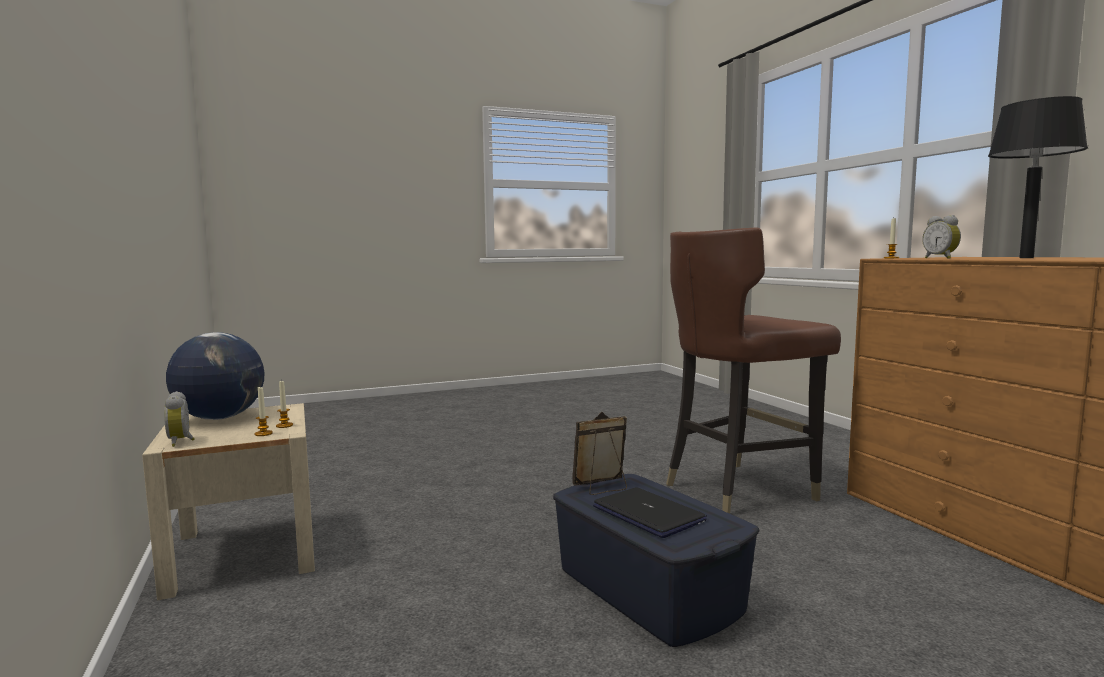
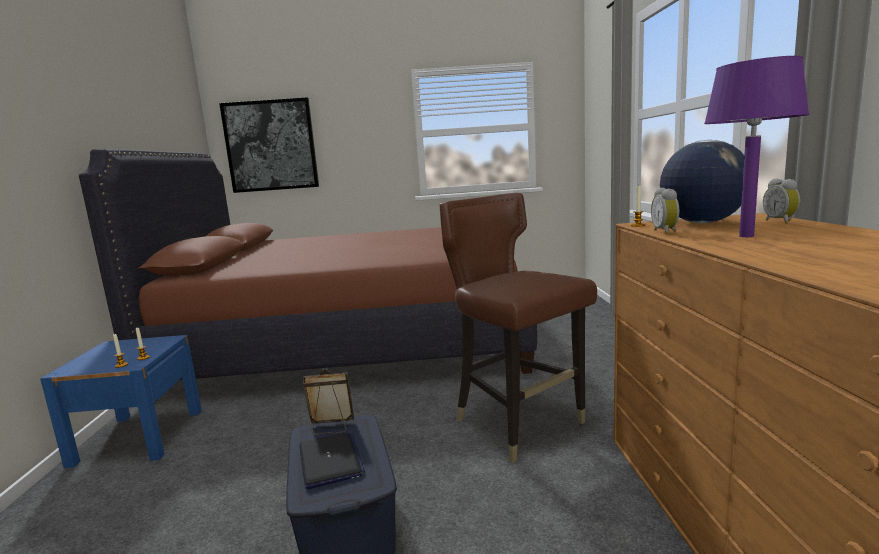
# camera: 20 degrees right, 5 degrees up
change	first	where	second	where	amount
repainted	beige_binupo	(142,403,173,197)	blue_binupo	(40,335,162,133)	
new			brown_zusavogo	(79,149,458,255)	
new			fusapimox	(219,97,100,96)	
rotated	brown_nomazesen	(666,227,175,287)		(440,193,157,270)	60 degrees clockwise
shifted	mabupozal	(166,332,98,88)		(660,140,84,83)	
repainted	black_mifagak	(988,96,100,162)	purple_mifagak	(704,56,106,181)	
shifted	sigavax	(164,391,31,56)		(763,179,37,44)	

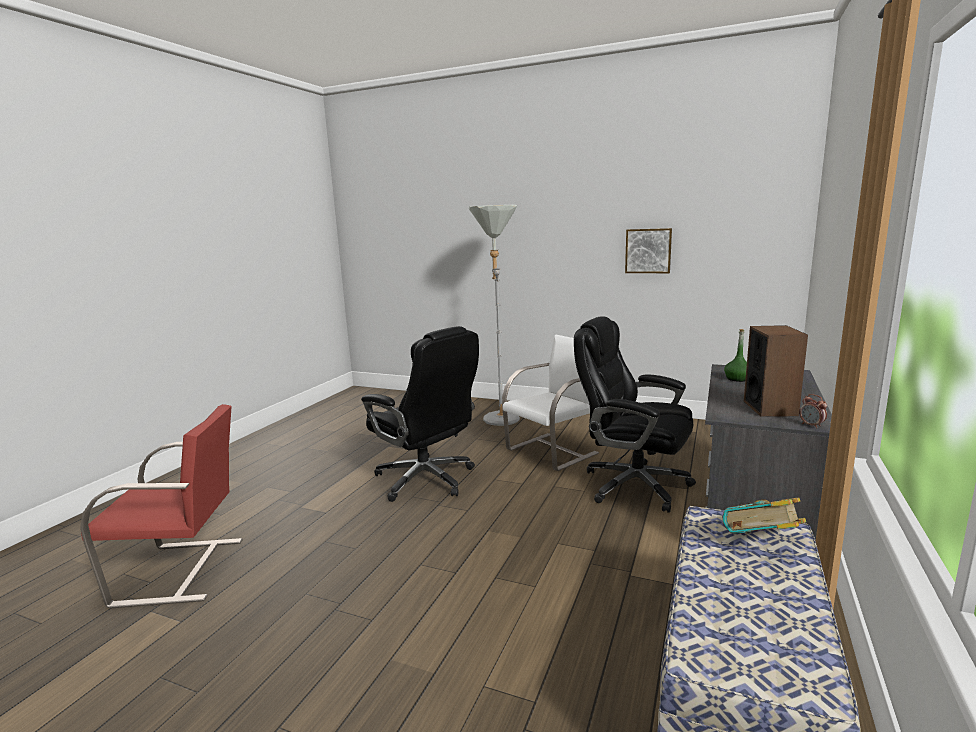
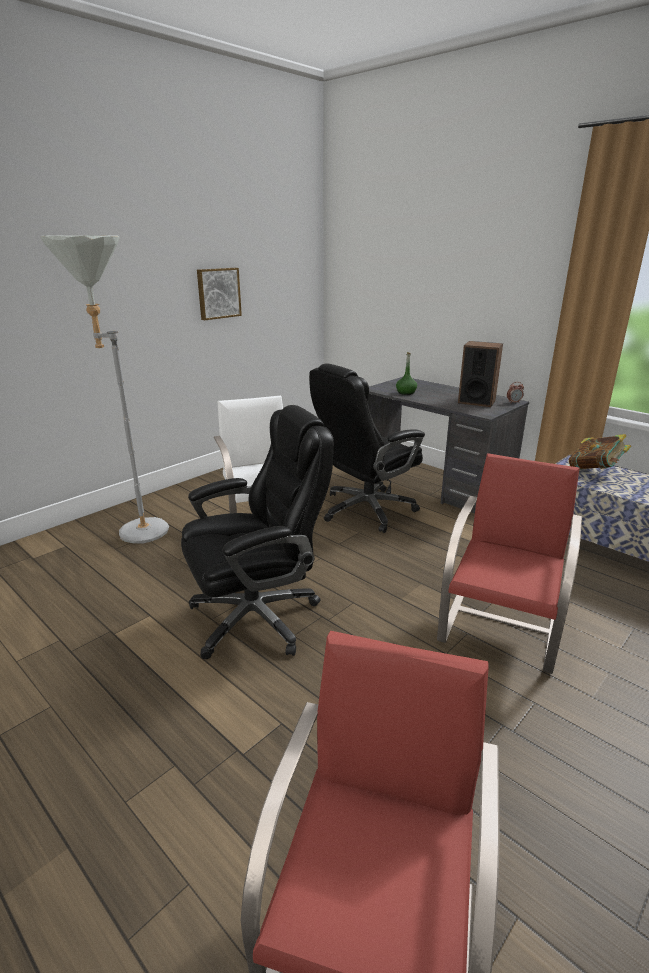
# camera: 70 degrees left, 10 degrees up
change	first	where	second	where	amount
new			red_nomazesen	(437,453,145,221)	

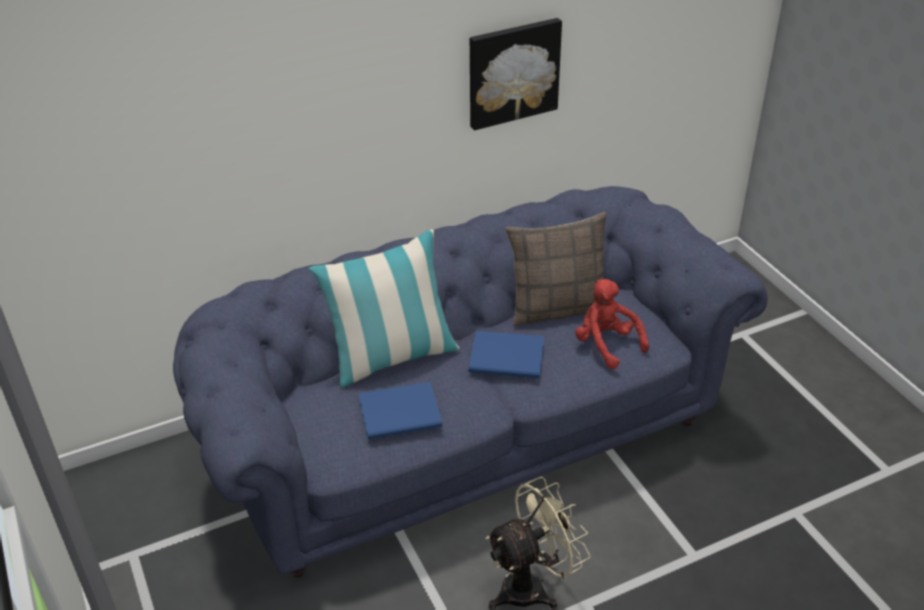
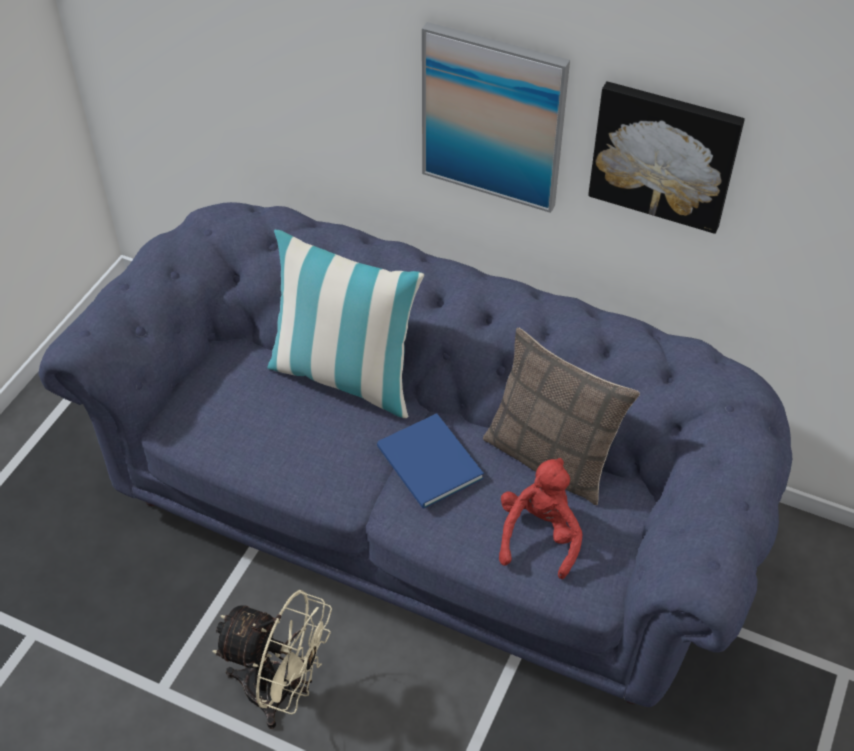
# camera: 50 degrees right, 10 degrees up
change	first	where	second	where	amount
new			fusapimox	(422,22,148,191)	
gone	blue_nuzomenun	(359,382,83,57)			

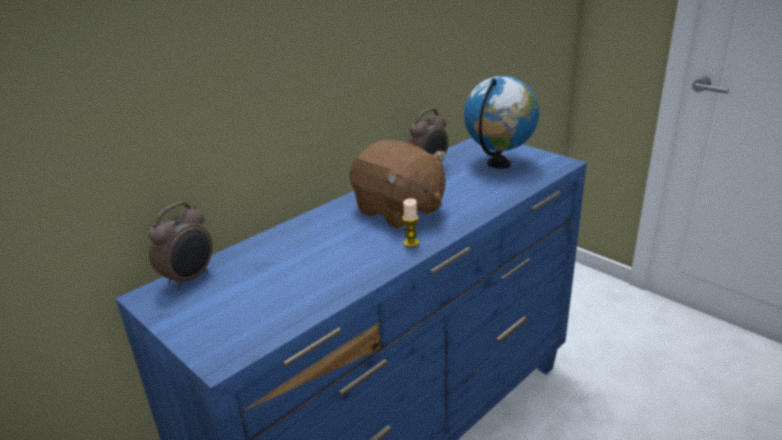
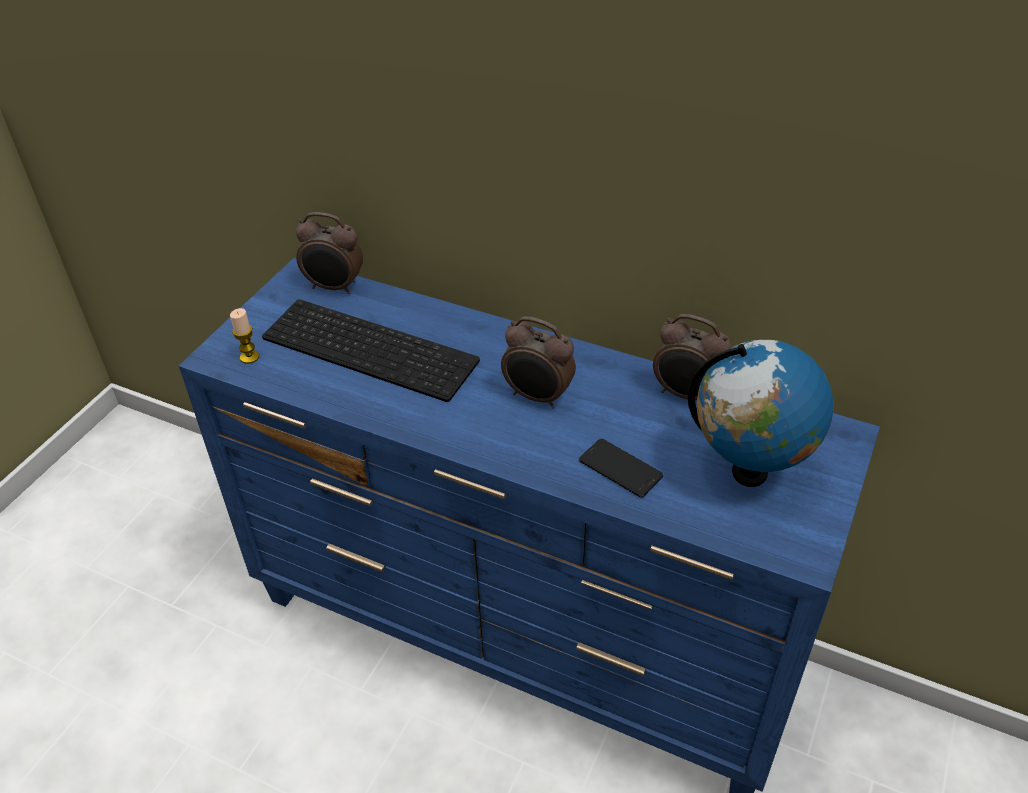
# camera: 70 degrees right, 15 degrees up
change	first	where	second	where	amount
shifted	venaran	(402,198,17,50)		(230,308,29,56)	
new			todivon	(262,299,218,103)	
swapped	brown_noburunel	(349,140,97,89)	sigavax	(501,316,75,93)	
new			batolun	(579,439,84,59)	

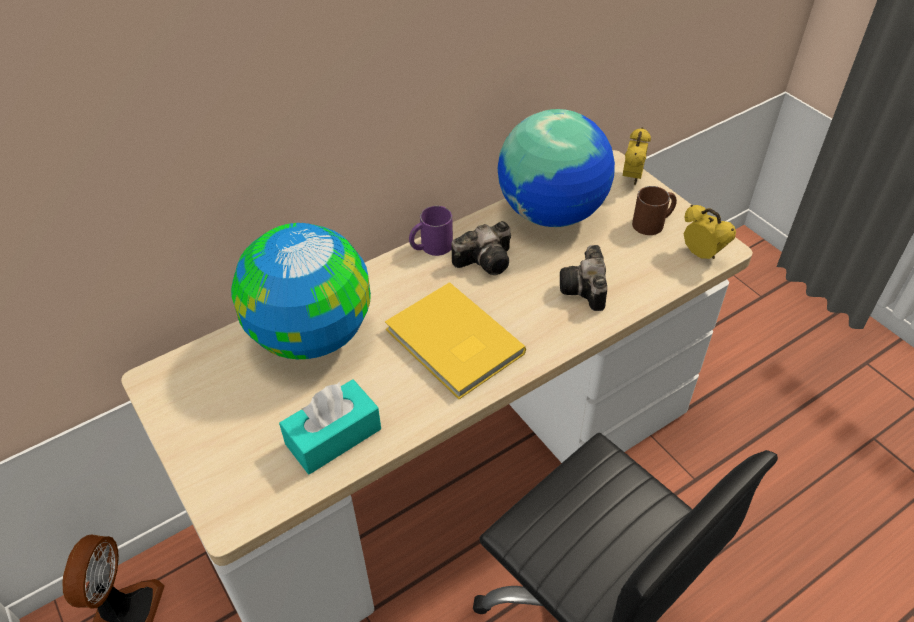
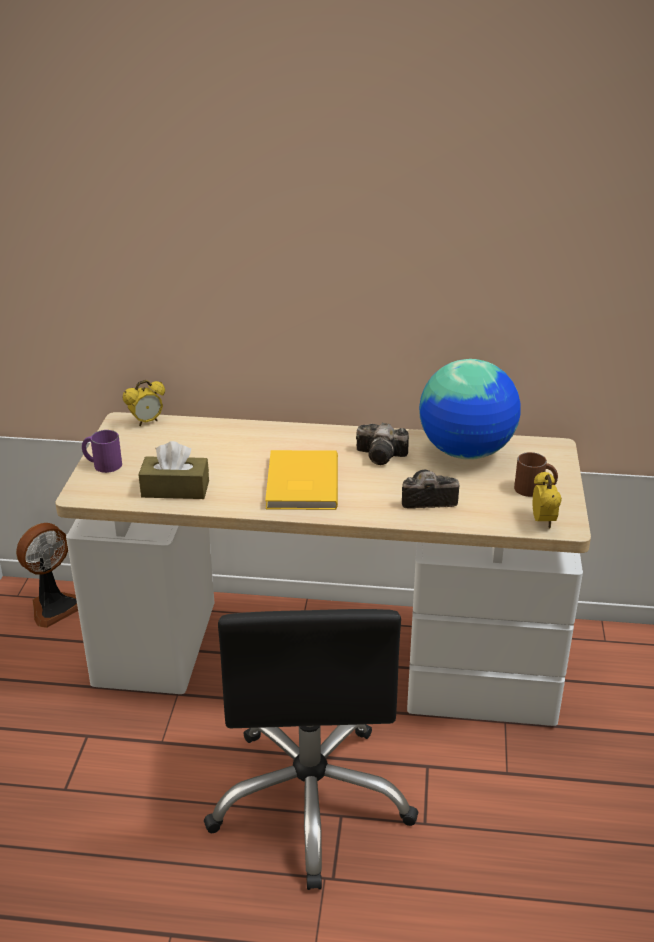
# camera: 40 degrees right, 15 degrees down
change	first	where	second	where	amount
shifted	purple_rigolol	(409,206,44,50)		(82,430,40,43)	
shifted	sigavax	(623,127,28,58)		(123,380,42,46)	
repainted	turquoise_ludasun	(279,379,102,95)	brown_ludasun	(138,441,71,58)	
rotated	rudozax	(560,245,47,66)		(402,470,57,39)	45 degrees clockwise
gone	mabupozal	(231,223,140,136)			

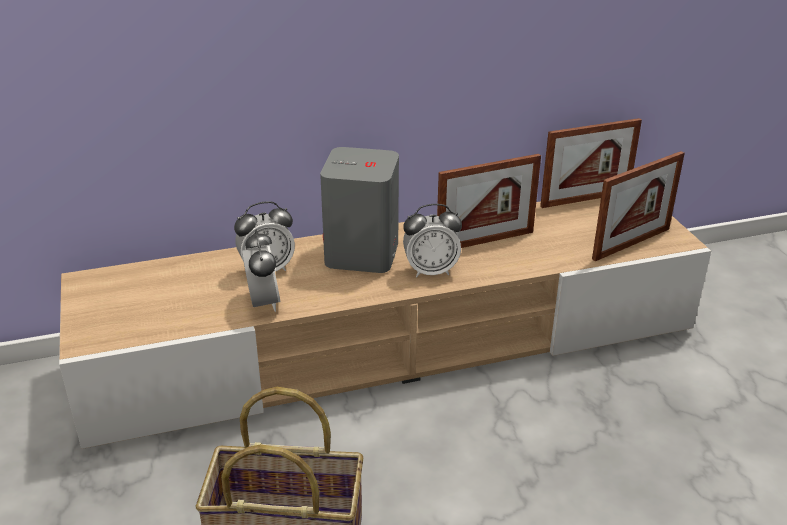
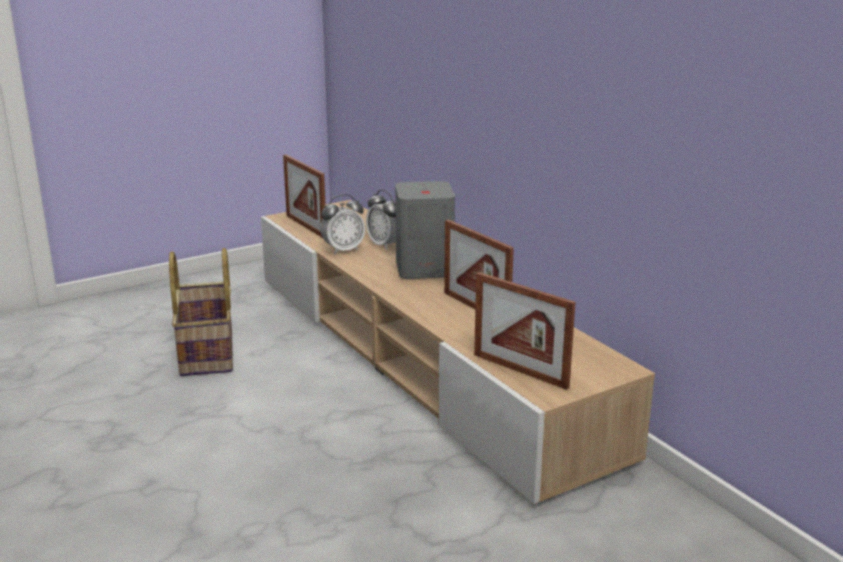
# camera: 75 degrees right, 10 degrees down
change	first	where	second	where	amount
shifted	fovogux	(540,118,102,90)		(283,154,43,84)	
gone	sigavax	(403,204,59,73)			

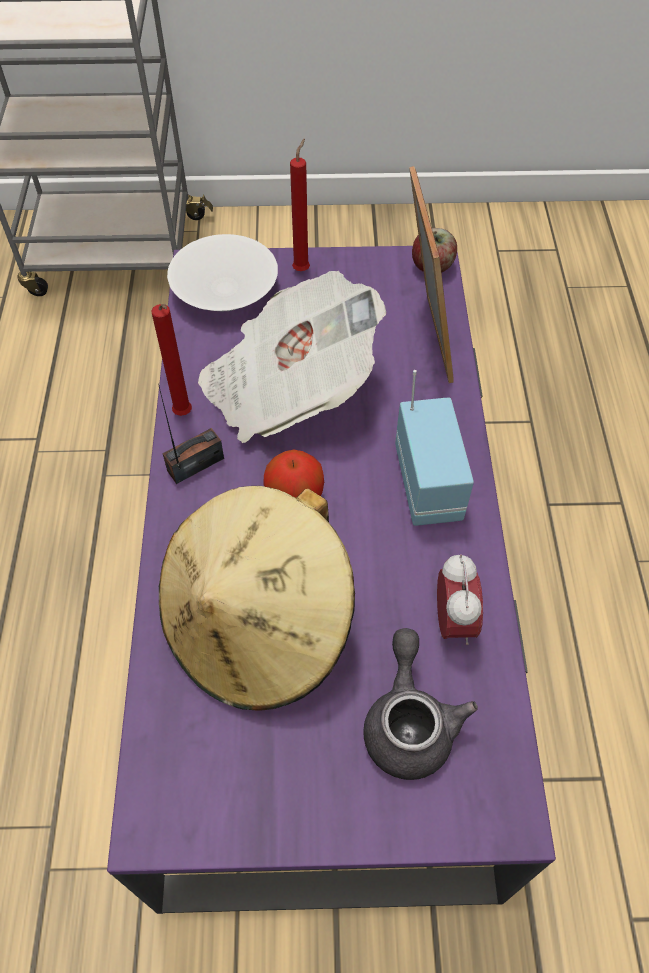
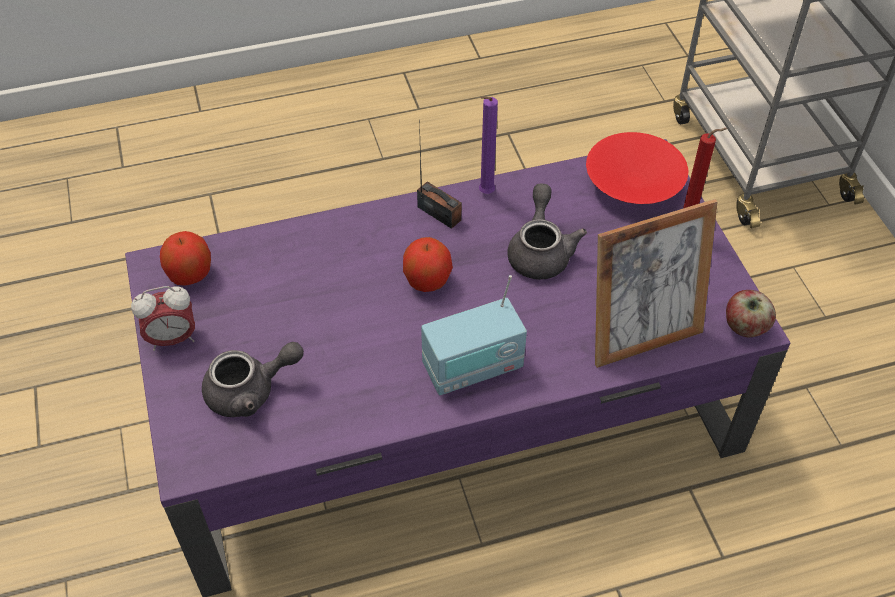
# camera: 75 degrees right, 5 degrees down
change	first	where	second	where	amount
shifted	sigavax	(437,554,46,91)		(131,286,64,65)	
new			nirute	(160,231,51,55)	
repainted	red_venaran	(151,304,41,112)	purple_venaran	(479,96,19,98)	
swapped	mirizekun	(198,271,188,172)	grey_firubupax	(507,184,80,96)	
repainted	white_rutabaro	(167,234,111,77)	red_rutabaro	(586,132,102,72)	
gone	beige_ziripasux	(159,486,196,225)			

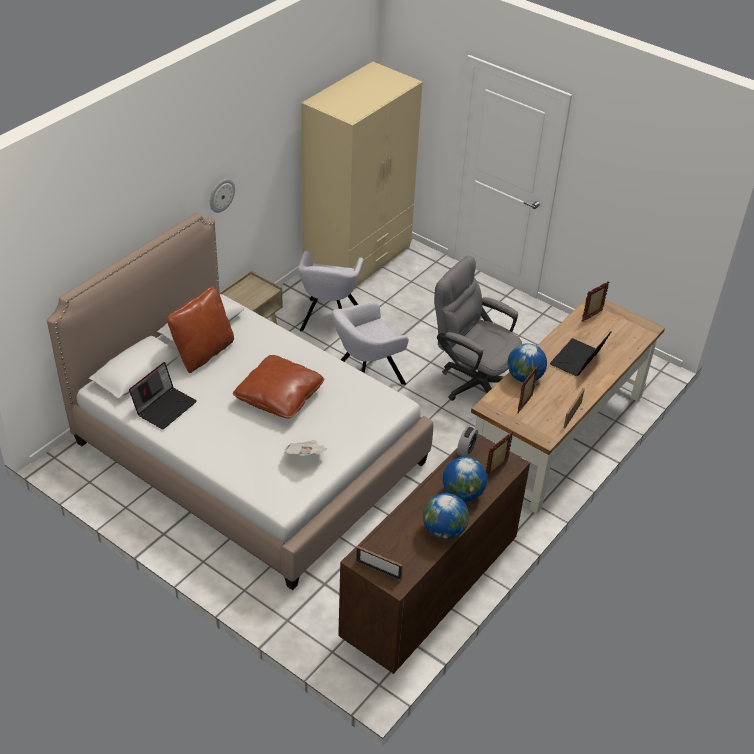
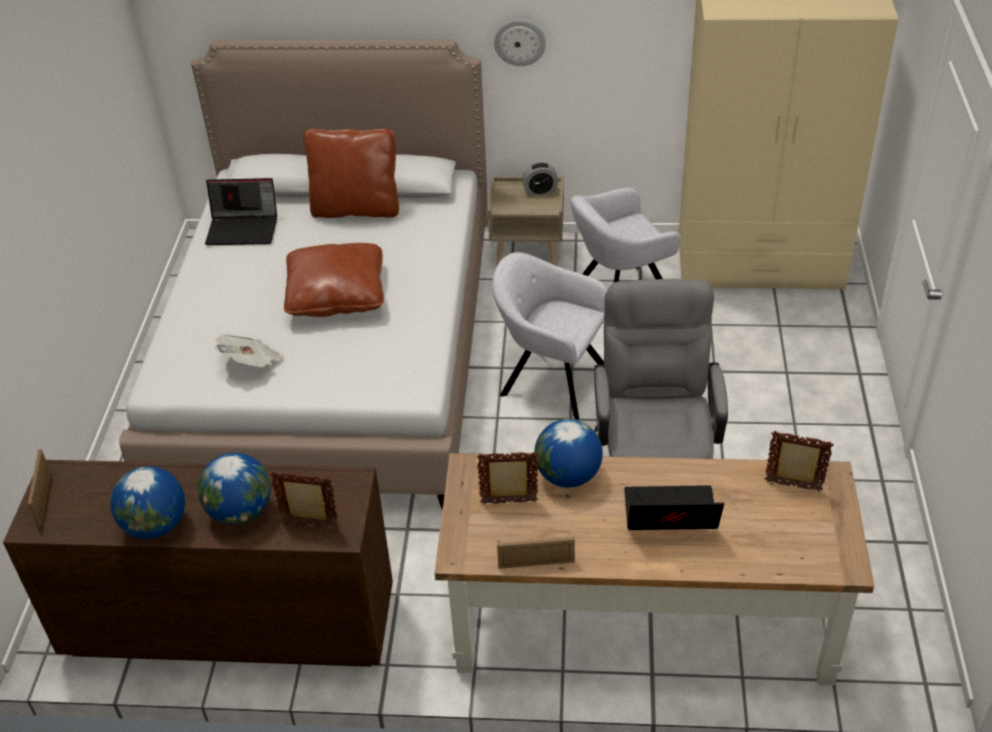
# camera: 60 degrees right, 0 degrees up
change	first	where	second	where	amount
shifted	sigavax	(457,426,21,31)		(522,162,36,34)	

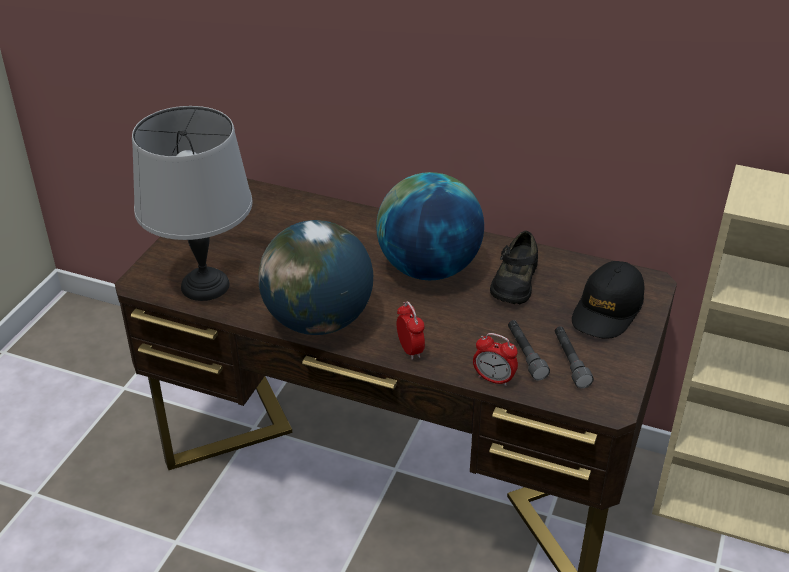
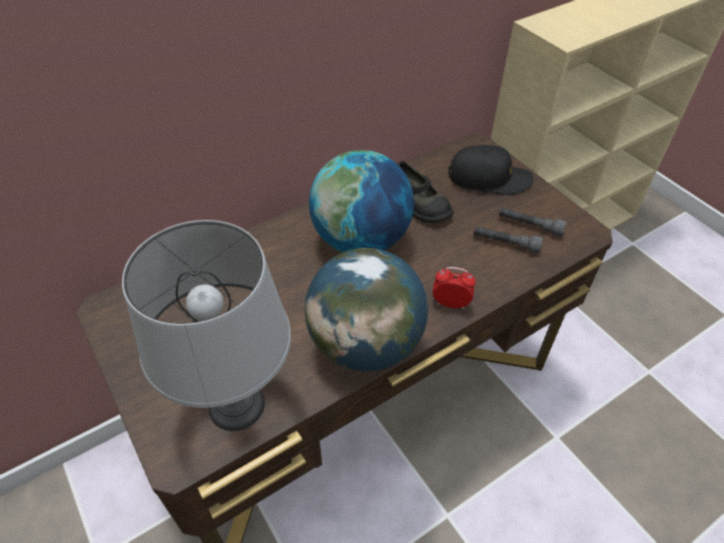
# camera: 55 degrees left, 10 degrees up
change	first	where	second	where	amount
rotated	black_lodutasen	(572,261,72,78)		(449,145,84,50)	60 degrees counterclockwise
gone	sigavax	(473,333,45,53)			

